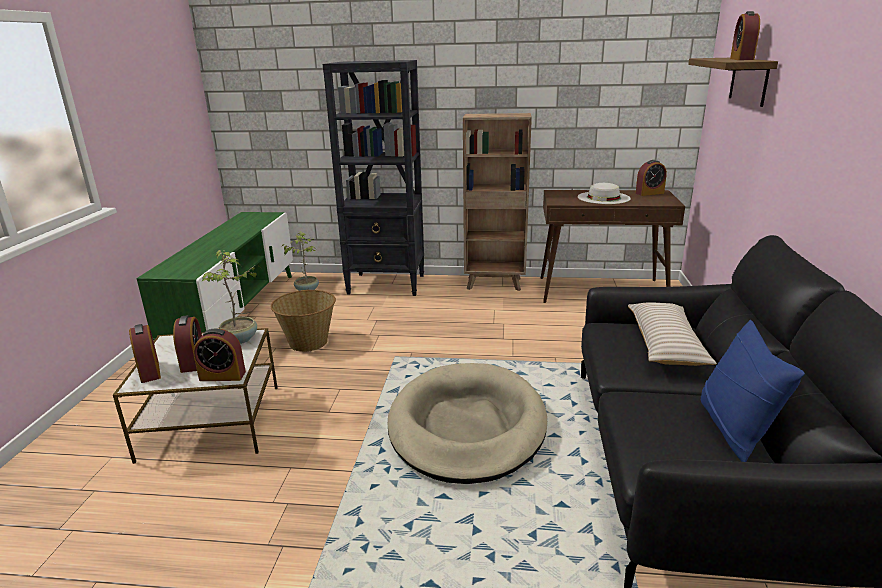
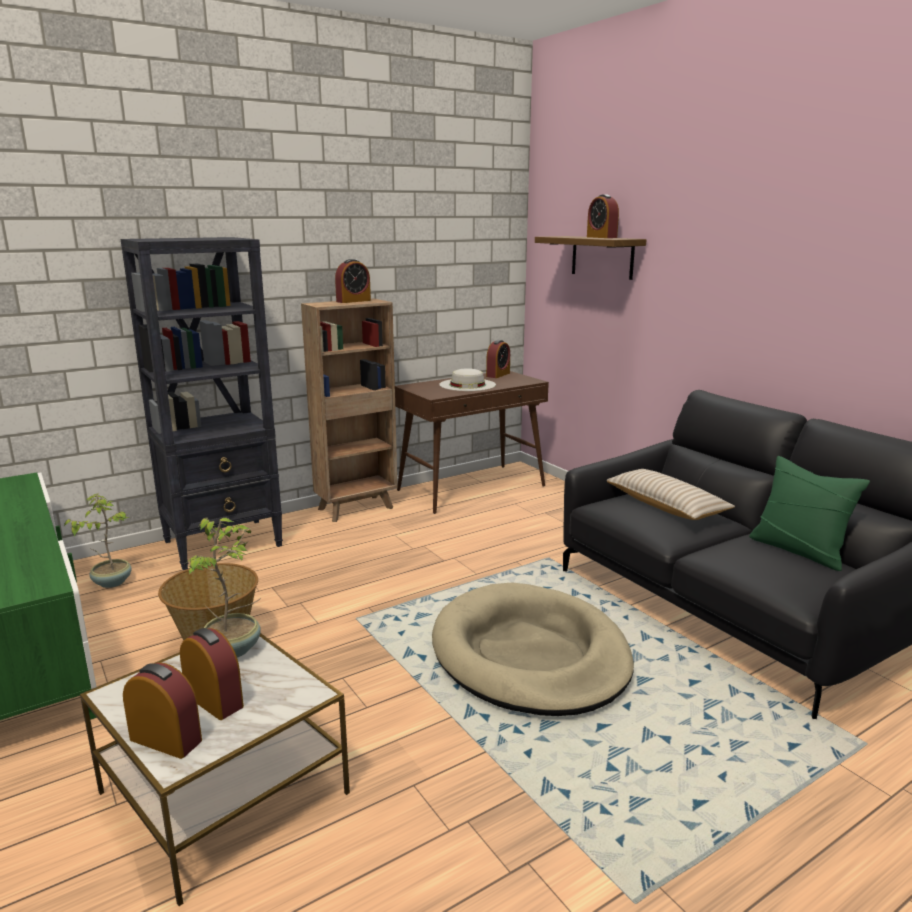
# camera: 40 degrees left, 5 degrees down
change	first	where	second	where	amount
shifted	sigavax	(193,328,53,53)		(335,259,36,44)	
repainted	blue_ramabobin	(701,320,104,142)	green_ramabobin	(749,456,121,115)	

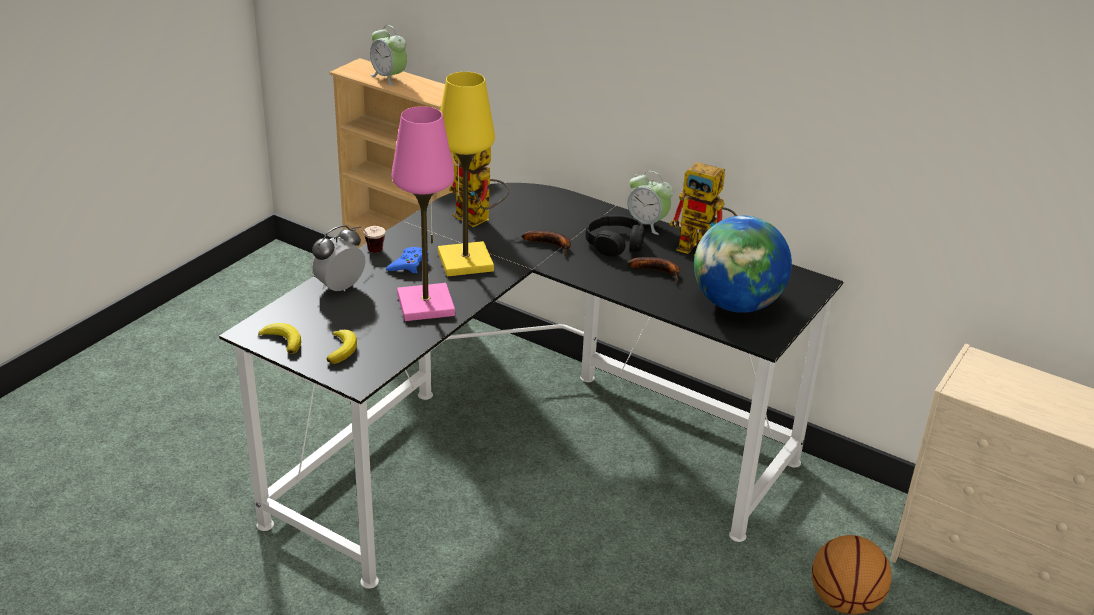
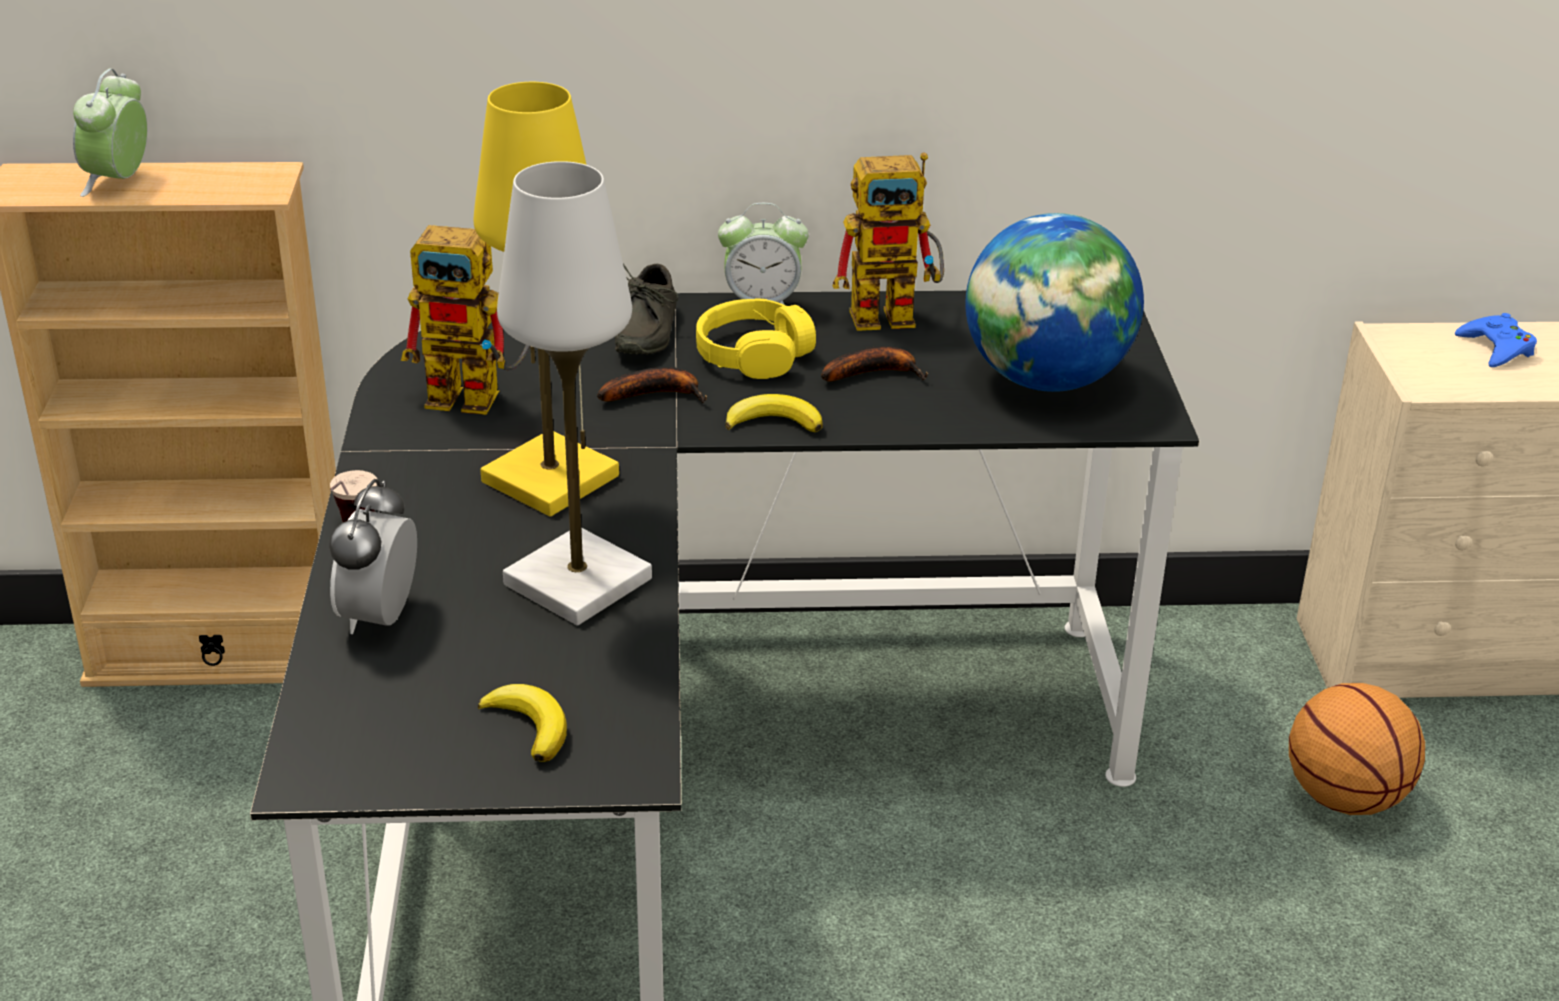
# camera: 35 degrees left, 0 degrees up
change	first	where	second	where	amount
rotated	sigavax	(370,25,37,61)		(73,68,74,129)	90 degrees clockwise
repainted	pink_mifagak	(392,106,63,215)	white_mifagak	(497,161,155,464)	
new			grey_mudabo	(615,264,63,91)	
repainted	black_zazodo	(586,215,59,42)	yellow_zazodo	(696,298,120,81)	
shifted	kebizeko	(258,323,43,31)		(725,394,98,38)	
shifted	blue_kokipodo	(386,247,43,26)		(1455,313,82,54)	

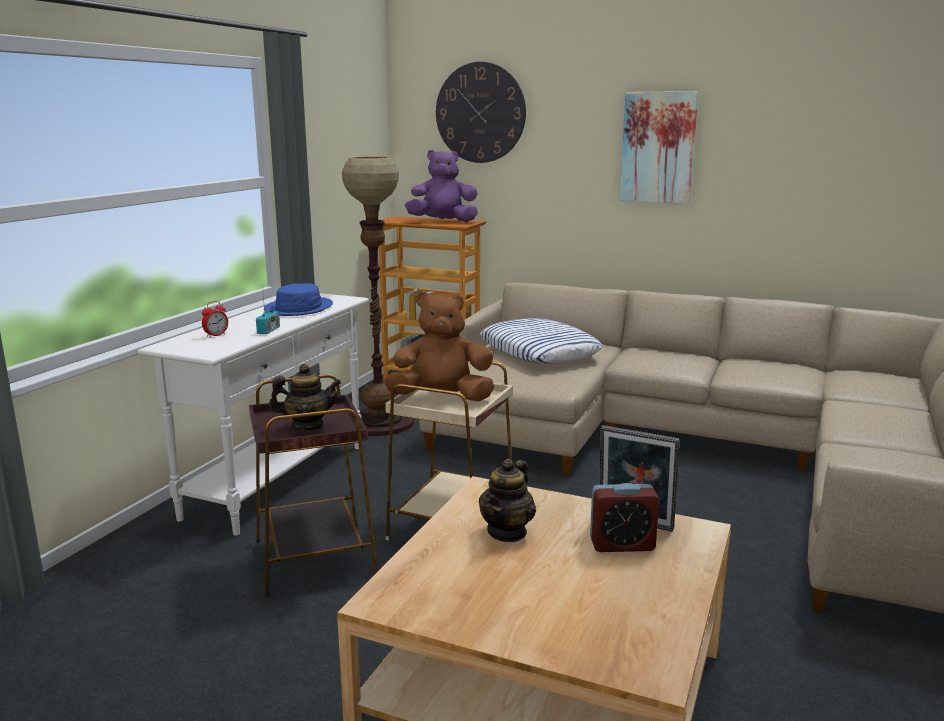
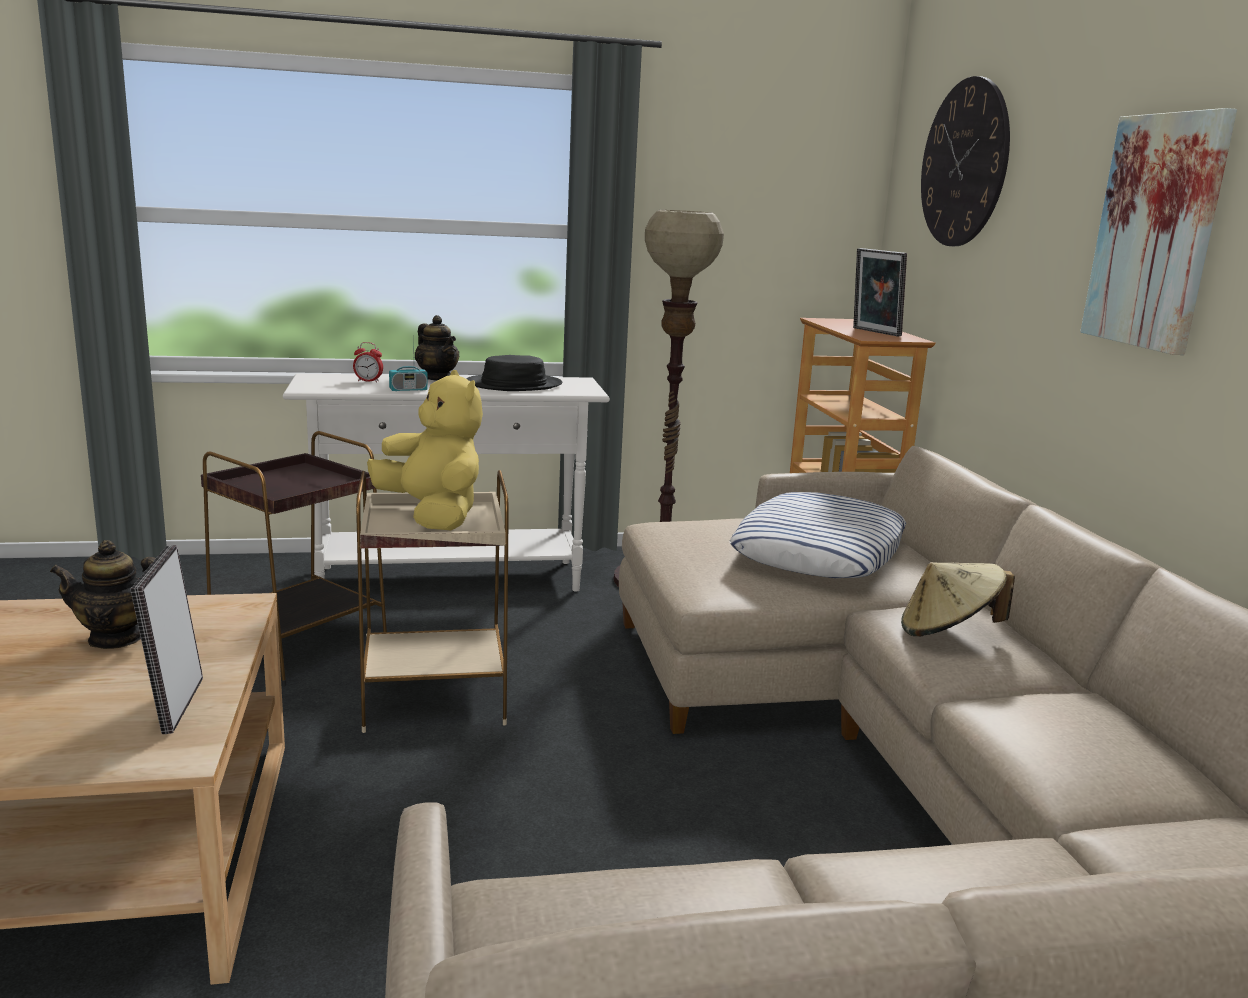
# camera: 55 degrees right, 0 degrees up
change	first	where	second	where	amount
repainted	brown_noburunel	(384,292,110,109)	yellow_noburunel	(367,370,116,160)	
shifted	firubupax	(269,364,72,67)		(415,315,44,66)	
repainted	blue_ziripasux	(265,283,68,33)	black_ziripasux	(466,355,96,36)	
swapped	purple_noburunel	(405,150,73,72)	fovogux	(853,248,54,88)	
new			beige_ziripasux	(901,562,114,74)	
gone	sigavax	(590,483,69,69)			

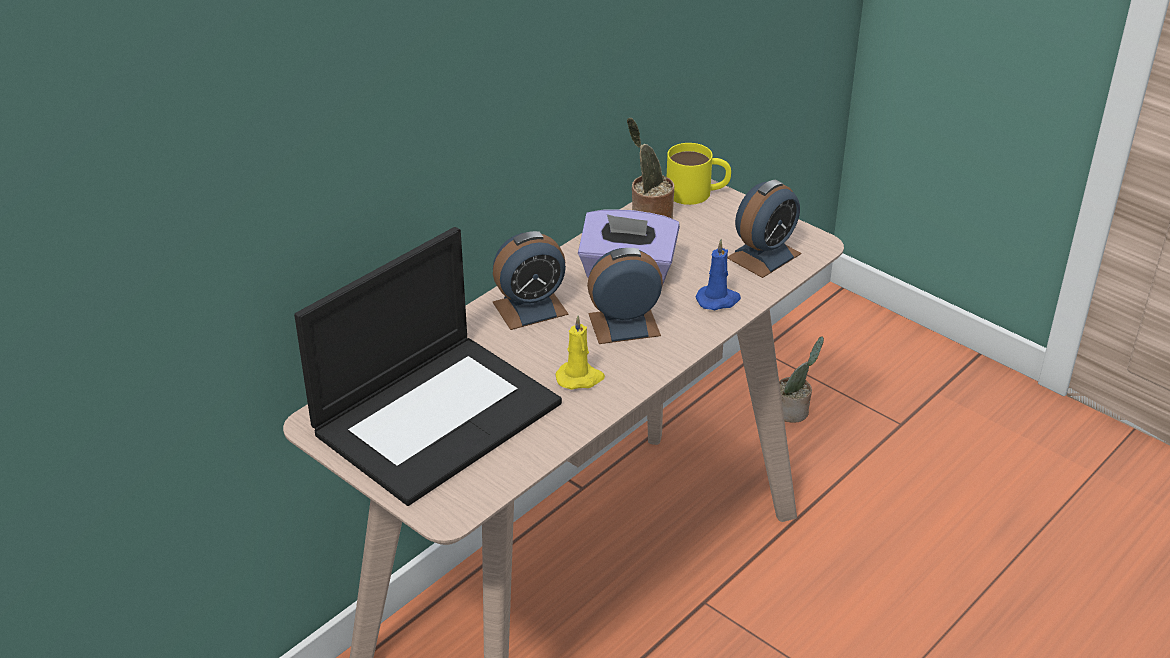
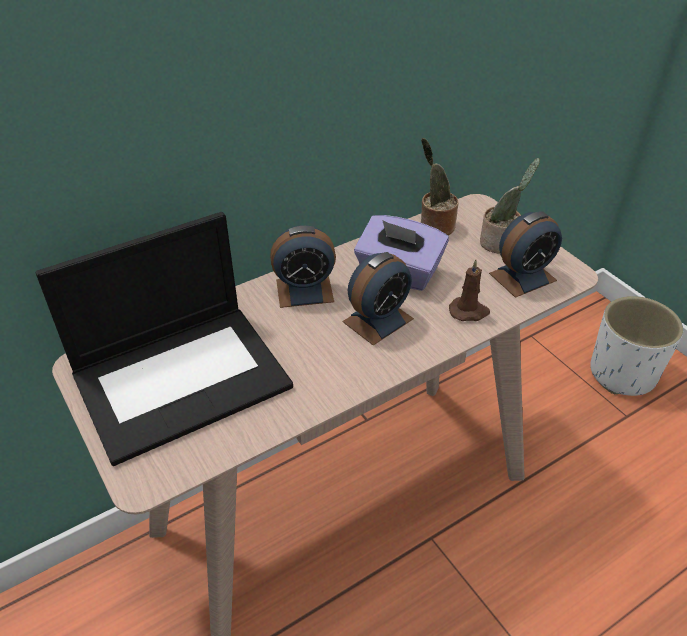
# camera: 15 degrees right, 5 degrees up
change	first	where	second	where	amount
rotated	sigavax	(587,248,76,96)		(343,252,71,93)	135 degrees clockwise
repainted	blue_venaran	(696,239,45,71)	brown_venaran	(449,259,41,62)	
shifted	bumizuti	(779,336,45,87)		(480,158,60,96)	
new			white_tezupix	(590,296,93,100)	
gone	yellow_venaran	(556,315,49,75)			
gone	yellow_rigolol	(667,143,64,62)			

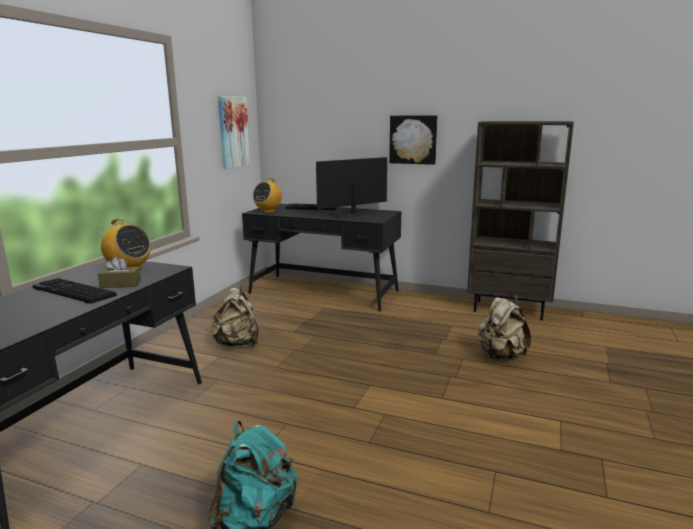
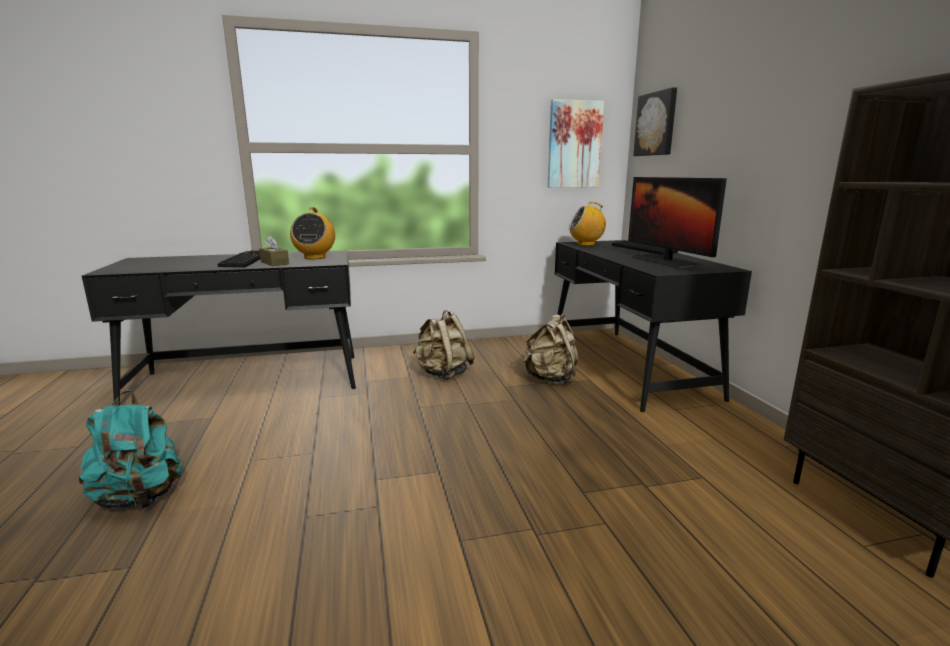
# camera: 55 degrees right, 0 degrees up
change	first	where	second	where	amount
shifted	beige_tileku	(478,295,53,65)		(523,313,56,72)	
rotated	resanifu	(316,157,71,61)		(628,177,99,91)	135 degrees counterclockwise
shifted	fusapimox	(389,115,48,50)		(633,87,44,69)	

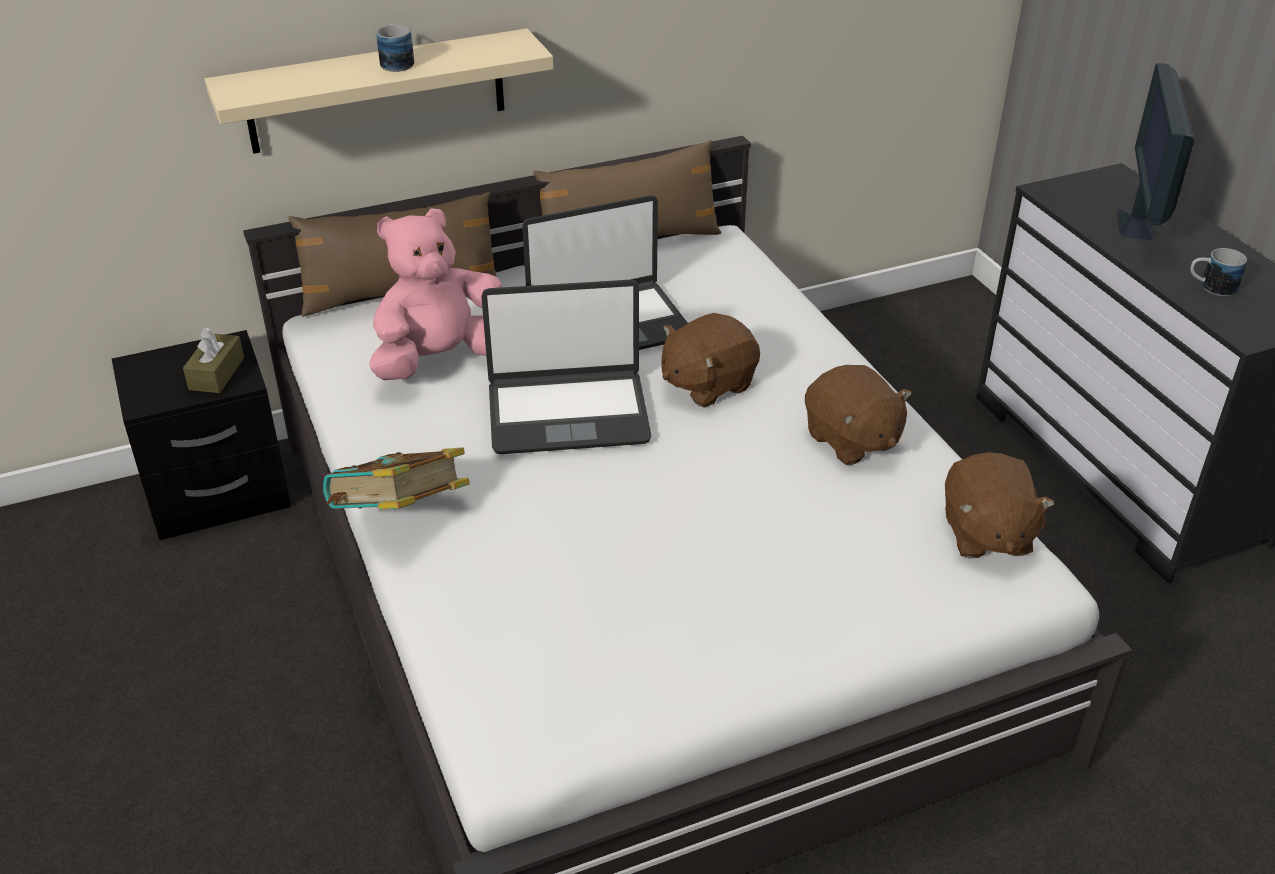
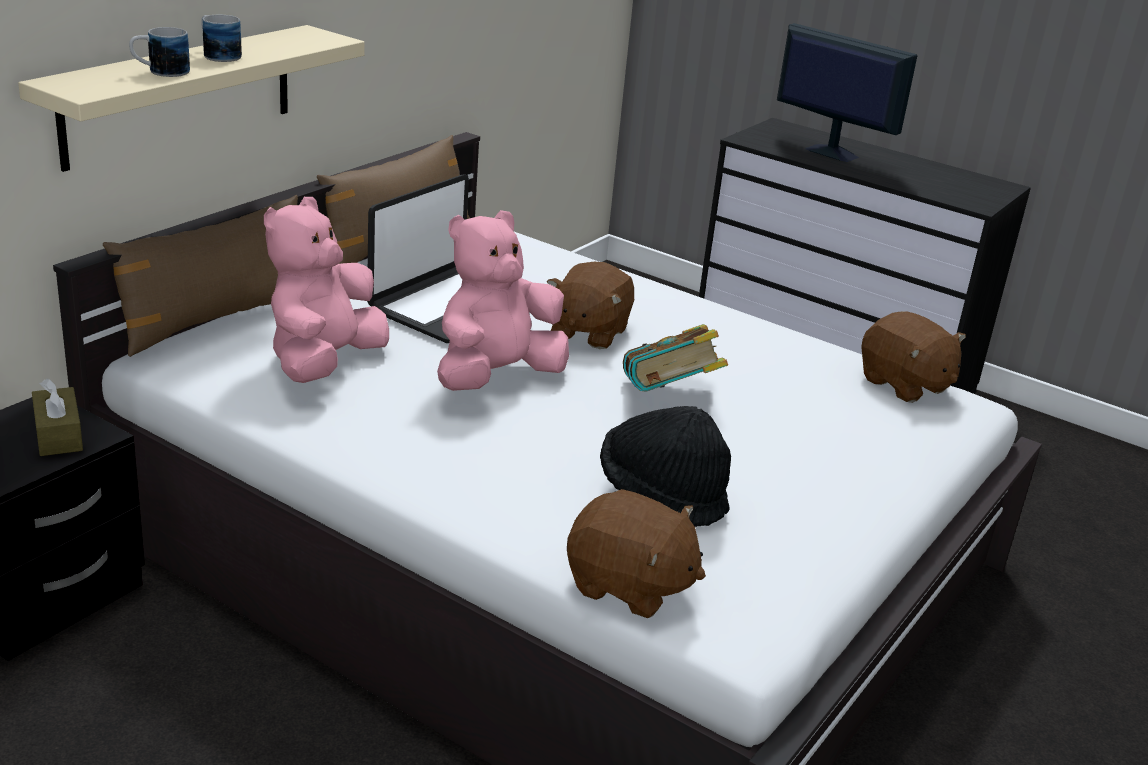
# camera: 35 degrees left, 10 degrees down
change	first	where	second	where	amount
shifted	rigolol	(1190,248,57,48)		(129,27,61,50)	
swapped	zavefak	(481,280,171,174)	pink_noburunel	(437,210,132,181)	
shifted	brown_noburunel	(805,365,107,100)		(567,489,139,129)	
new			black_ziripasux	(600,406,131,121)	
shifted	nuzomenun	(323,447,147,63)		(623,324,105,68)	
rotated	resanifu	(1117,63,77,177)		(777,23,141,139)	150 degrees clockwise

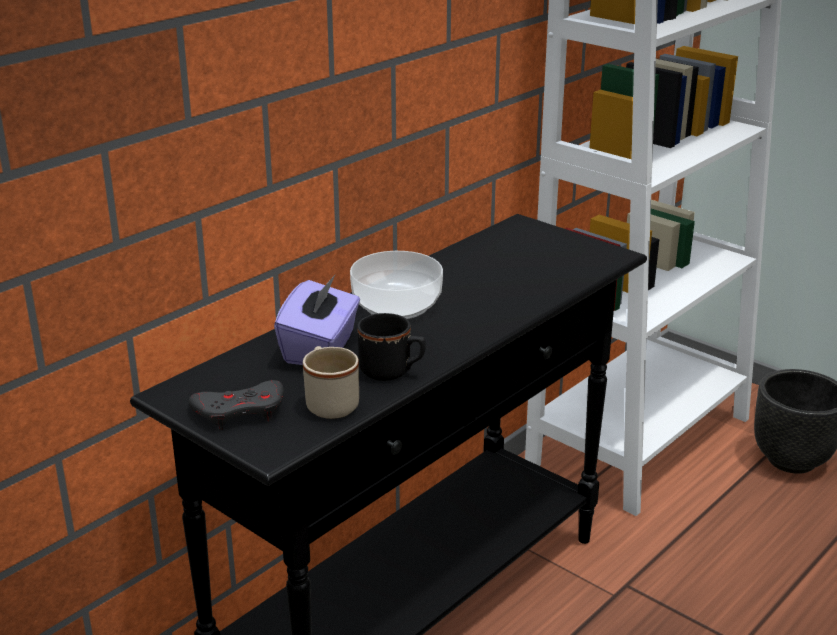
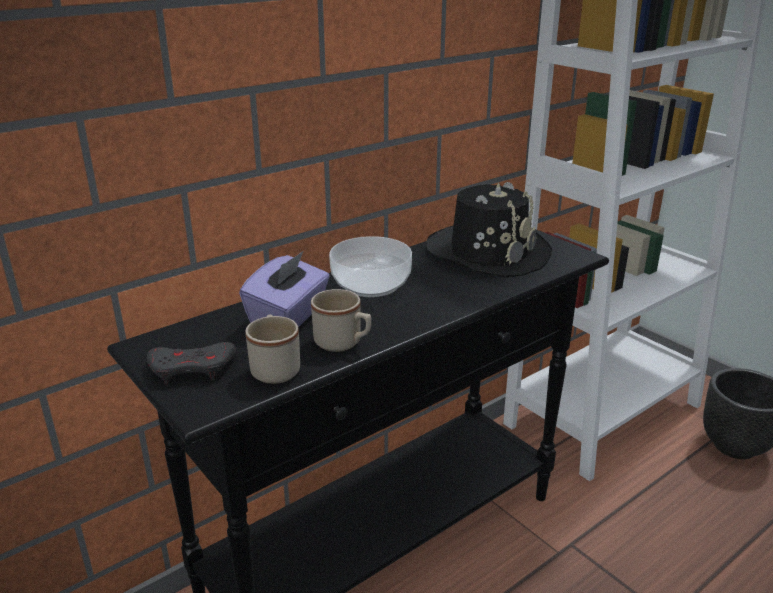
# camera: 10 degrees right, 0 degrees up
change	first	where	second	where	amount
repainted	black_rigolol	(357,313,69,68)	beige_rigolol	(311,289,60,63)	
new			black_ziripasux	(426,182,126,96)	

